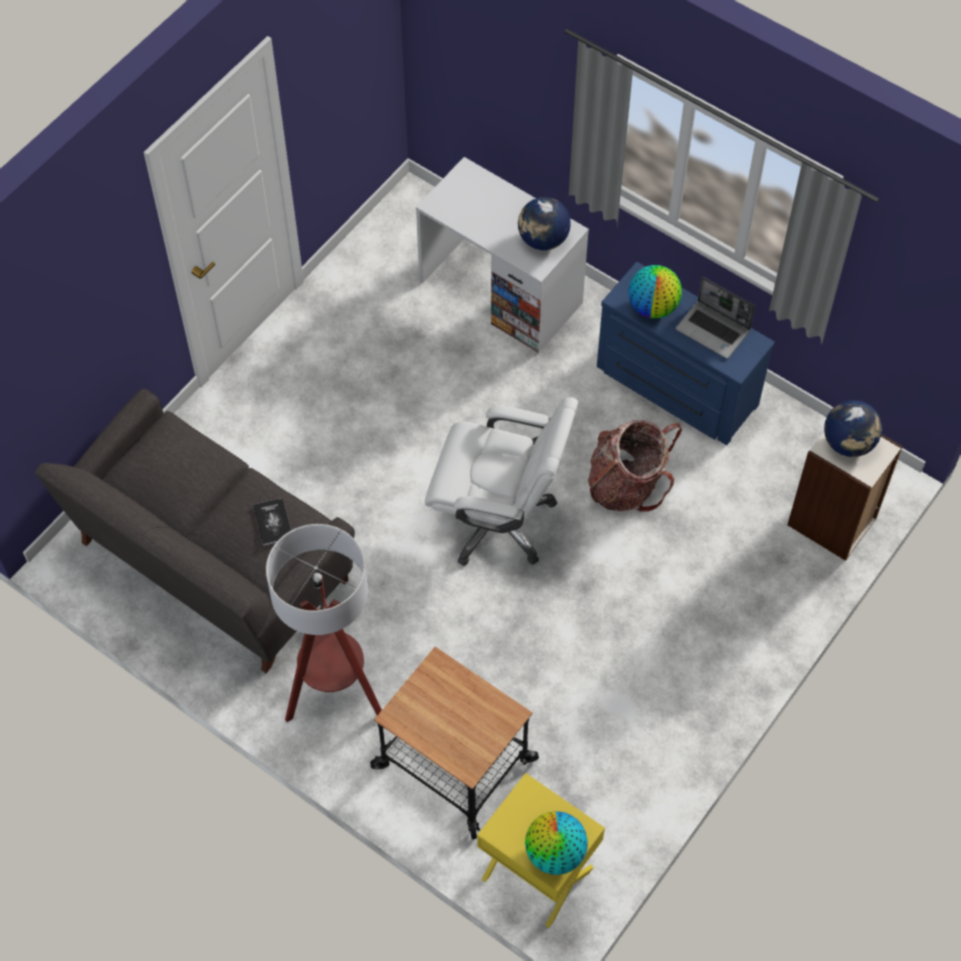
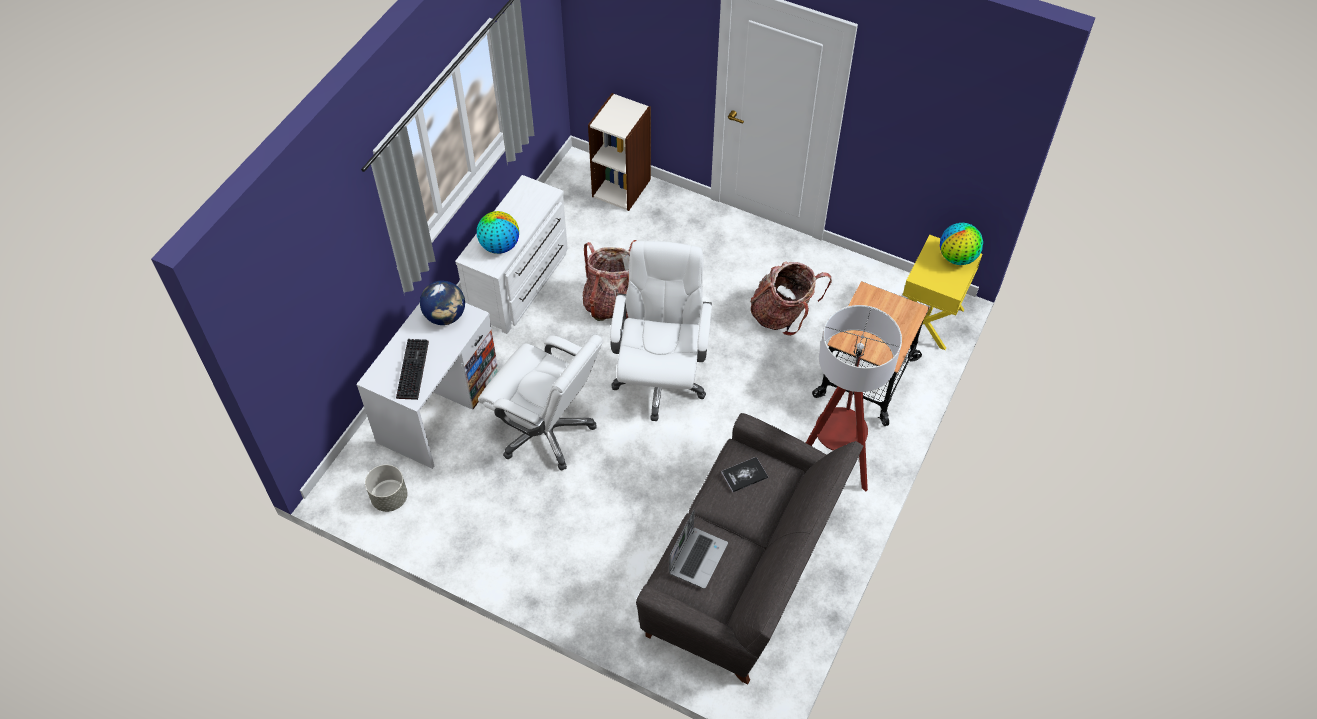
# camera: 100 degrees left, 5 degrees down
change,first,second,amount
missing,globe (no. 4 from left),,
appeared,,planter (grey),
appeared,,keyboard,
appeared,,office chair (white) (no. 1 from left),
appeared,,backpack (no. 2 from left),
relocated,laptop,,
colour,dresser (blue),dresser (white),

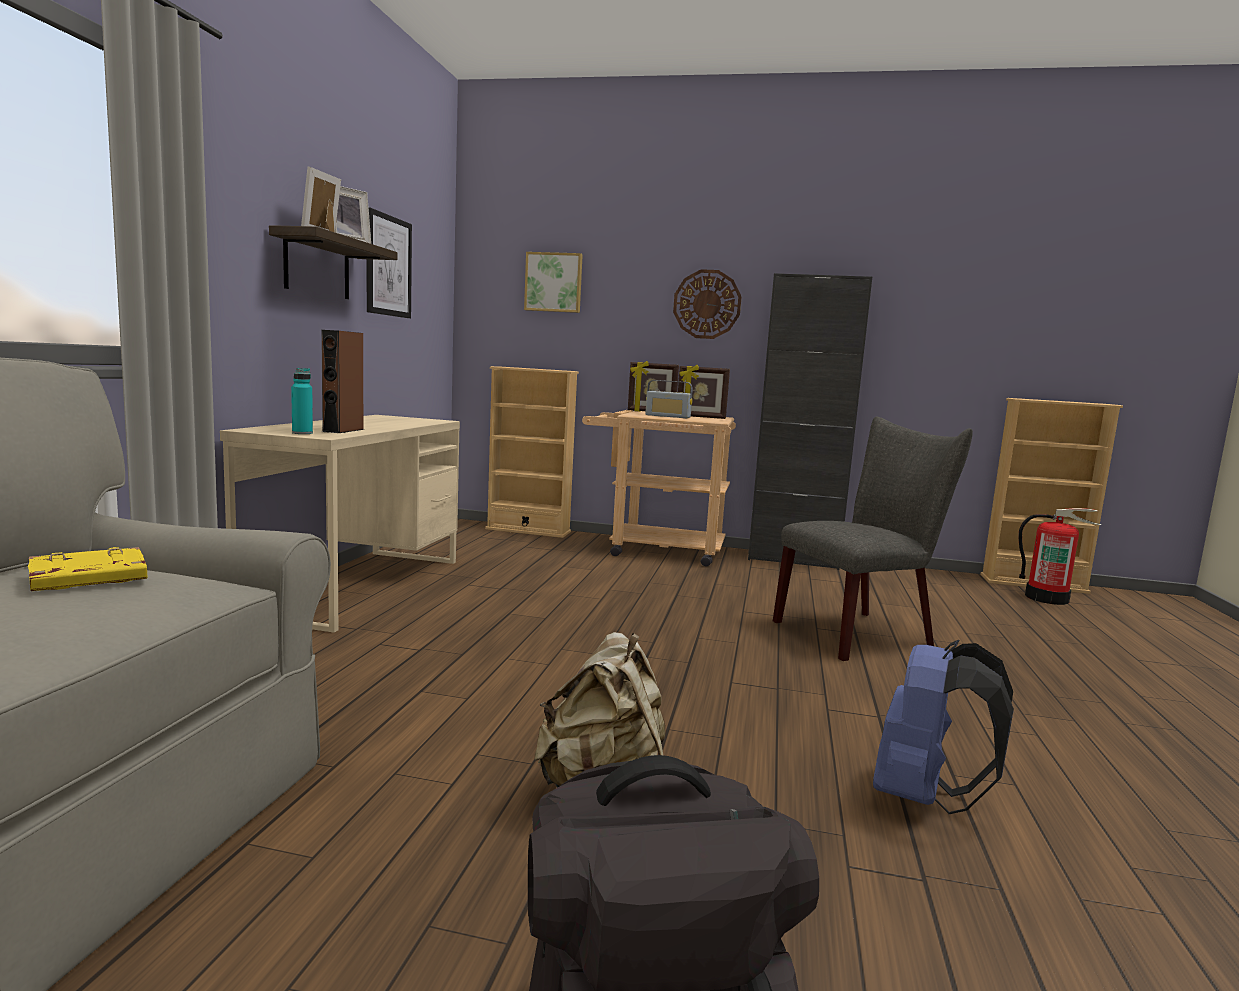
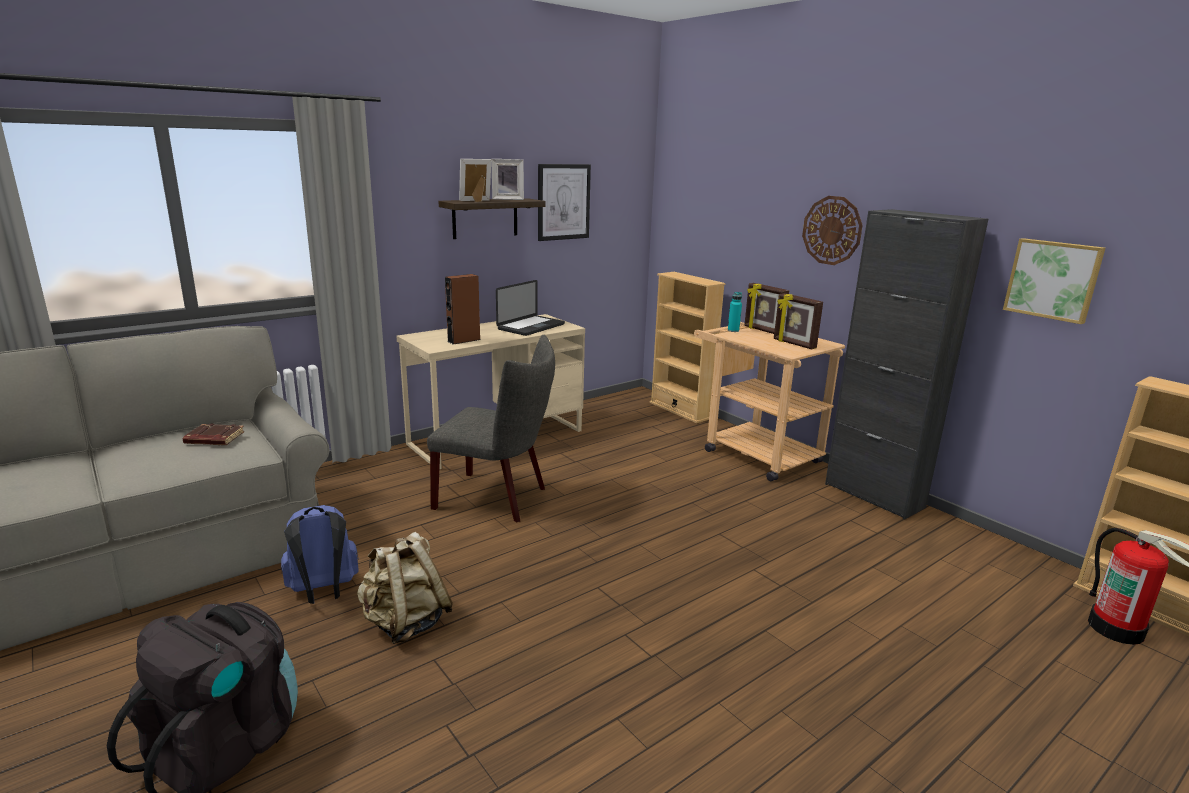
# camera: 40 degrees right, 10 degrees up
change,first,second,amount
missing,radio,,
appeared,,laptop,
relocated,bottle (turquoise),,
relocated,picture (no. 2 from left),,
relocated,chair (grey),,
relocated,backpack (blue),,
colour,book (yellow),book (brown),

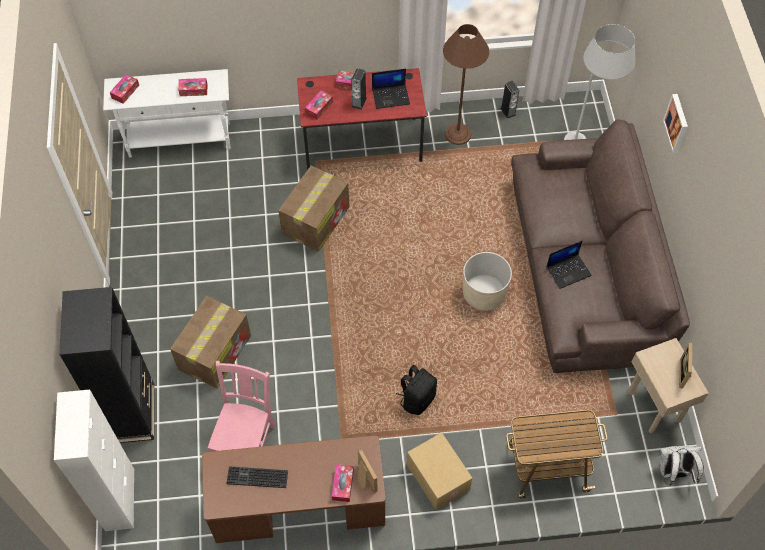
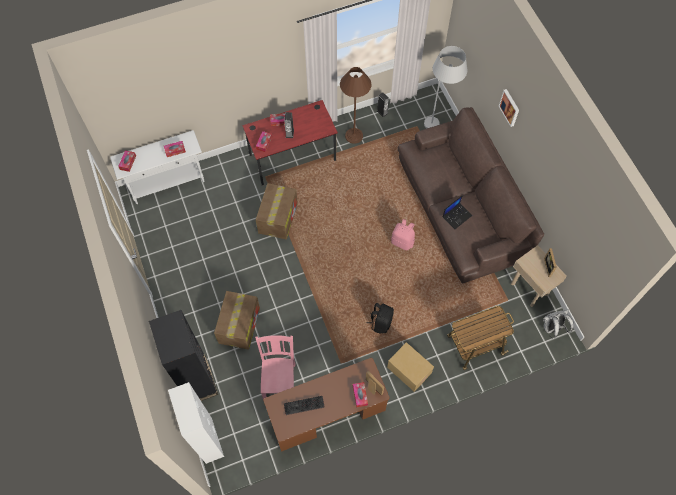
# camera: 15 degrees left, 5 degrees up
change,first,second,amount
missing,laptop (no. 1 from left),,
exchanged,planter (beige),backpack (pink),

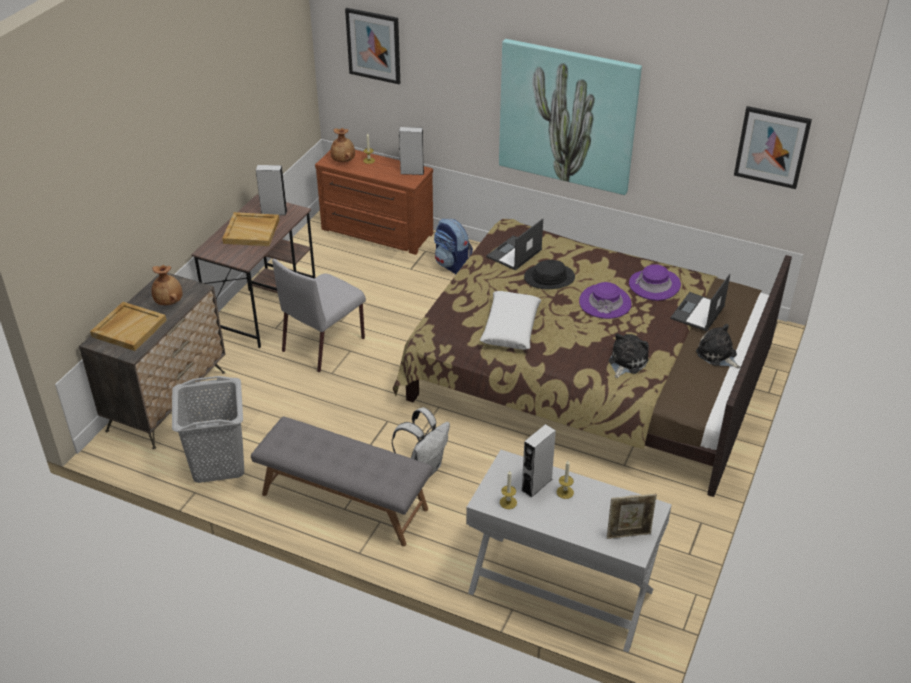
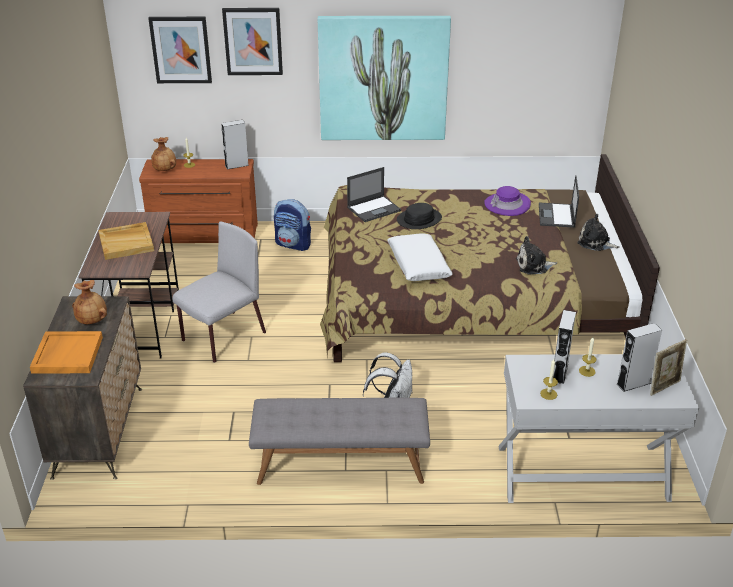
# camera: 25 degrees left, 5 degrees down
change,first,second,amount
missing,laundry basket (grey),,
missing,hat (purple) (no. 1 from left),,
relocated,speaker (grey) (no. 1 from left in the first image),speaker (grey) (no. 3 from left),
relocated,picture (no. 3 from left in the first image),picture (no. 2 from left),
colour,tray (beige) (no. 1 from left),tray (orange),
spun,chair (grey),,150 degrees counterclockwise
spun,laptop (no. 1 from left),,135 degrees counterclockwise
spun,plush toy (no. 1 from left),,105 degrees counterclockwise

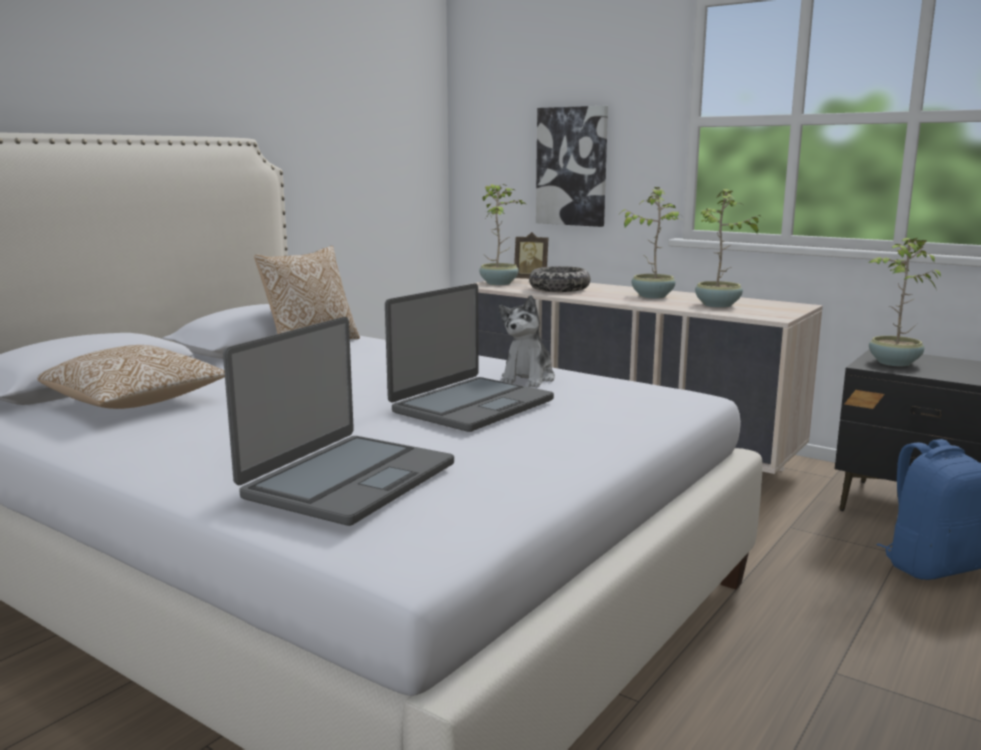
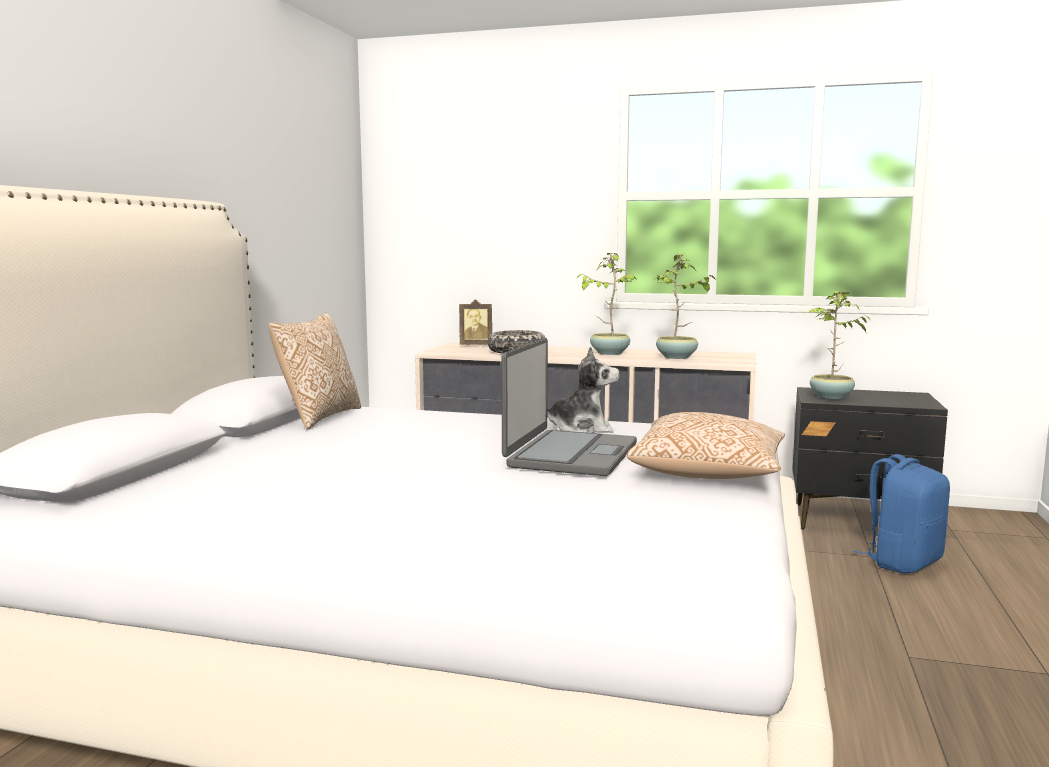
# camera: 20 degrees left, 5 degrees down
change,first,second,amount
missing,laptop (no. 1 from left),,
missing,potted plant (no. 1 from left),,
missing,picture,,
relocated,pillow (no. 1 from left in the first image),pillow (no. 2 from left),
spun,plush toy,,90 degrees counterclockwise

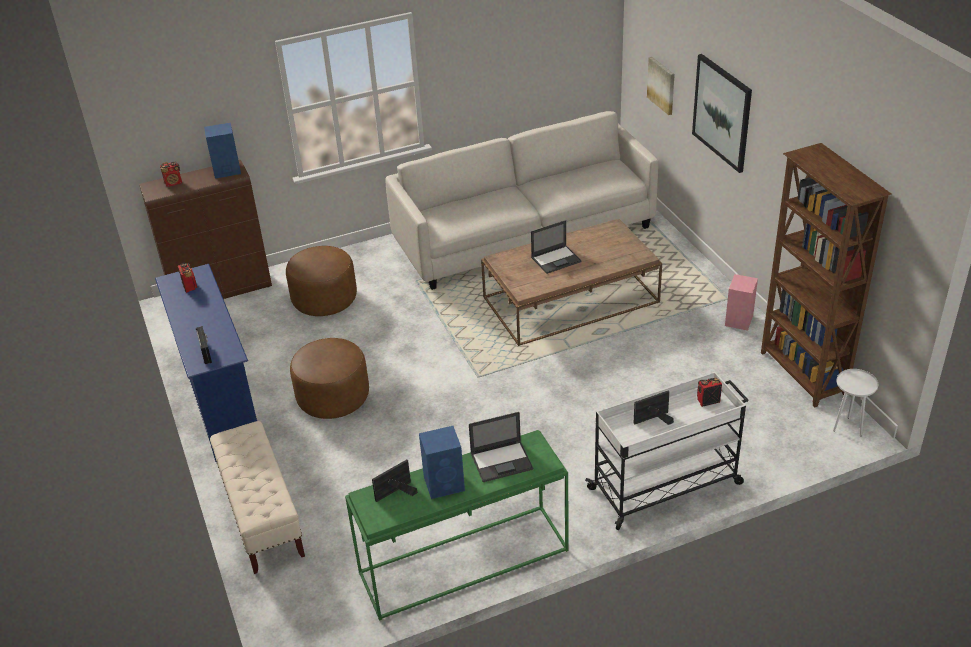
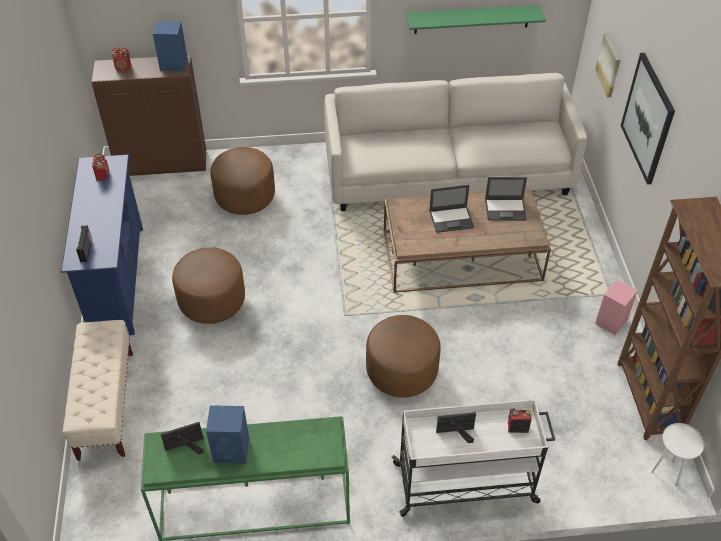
# camera: 15 degrees right, 10 degrees up
change,first,second,amount
appeared,,ottoman (brown) (no. 3 from left),
appeared,,shelf (green),
relocated,laptop (no. 1 from left in the first image),laptop (no. 2 from left),

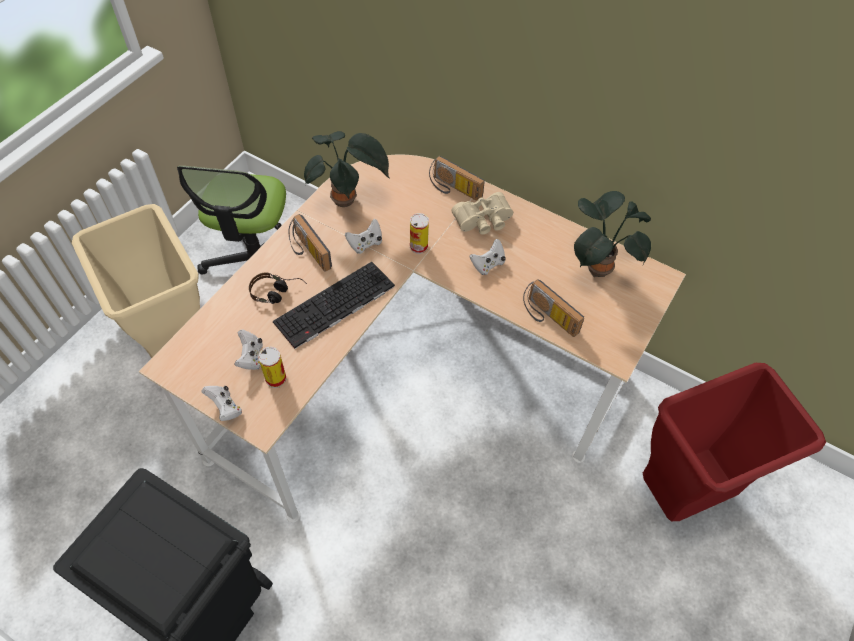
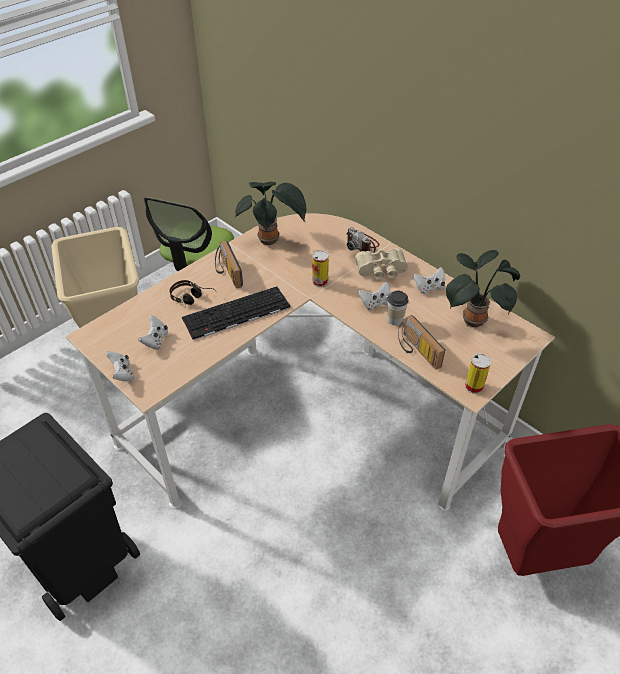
# camera: 15 degrees right, 10 degrees down
change,first,second,amount
appeared,,cup,
relocated,can (no. 1 from left in the first image),can (no. 2 from left),
relocated,game controller (white) (no. 3 from left in the first image),game controller (white) (no. 4 from left),
exchanged,radio (no. 2 from left),photo camera,

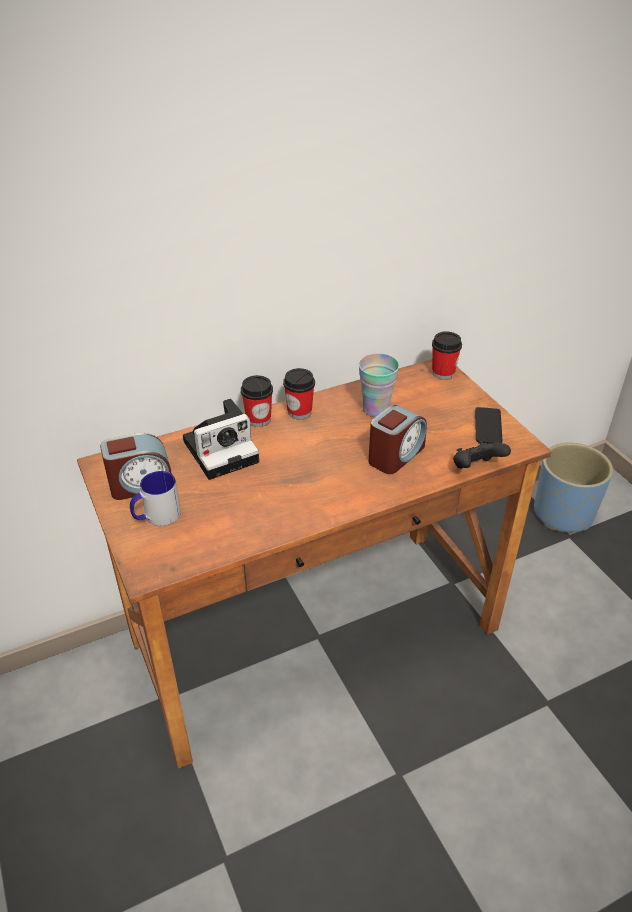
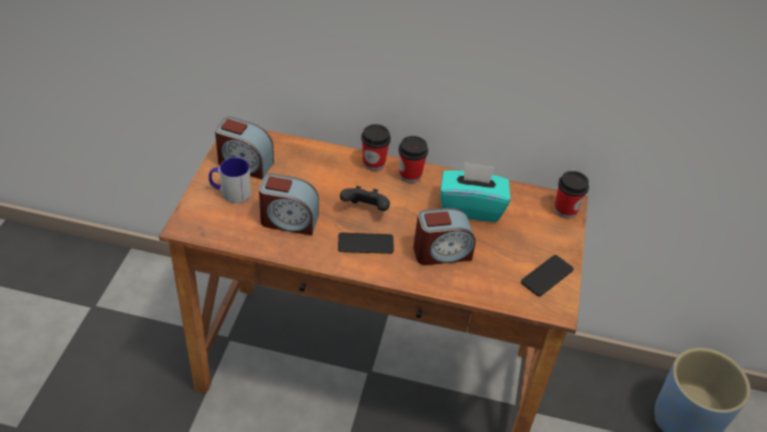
# camera: 35 degrees right, 5 degrees up
change,first,second,amount
missing,photo camera,,
appeared,,alarm clock (no. 2 from left),
appeared,,phone (no. 1 from left),
relocated,game controller (black),,
exchanged,cup (no. 3 from left),tissue box (turquoise),

